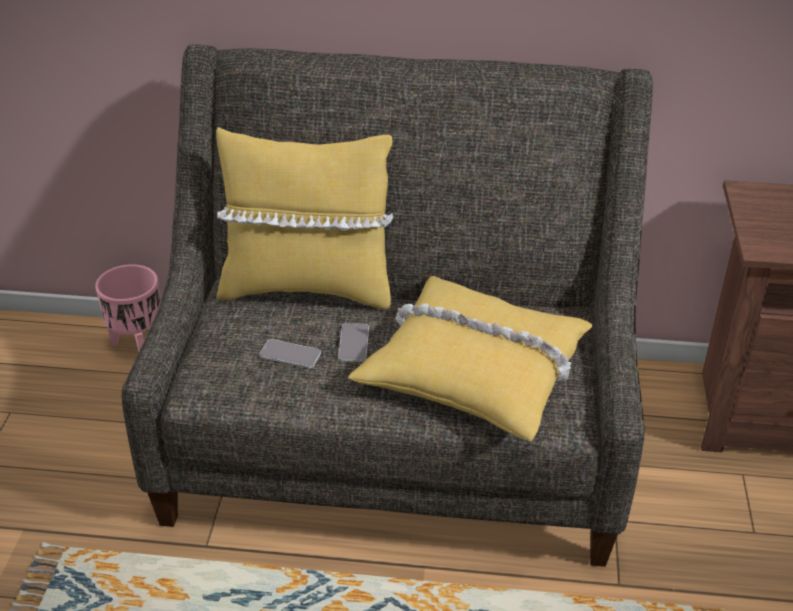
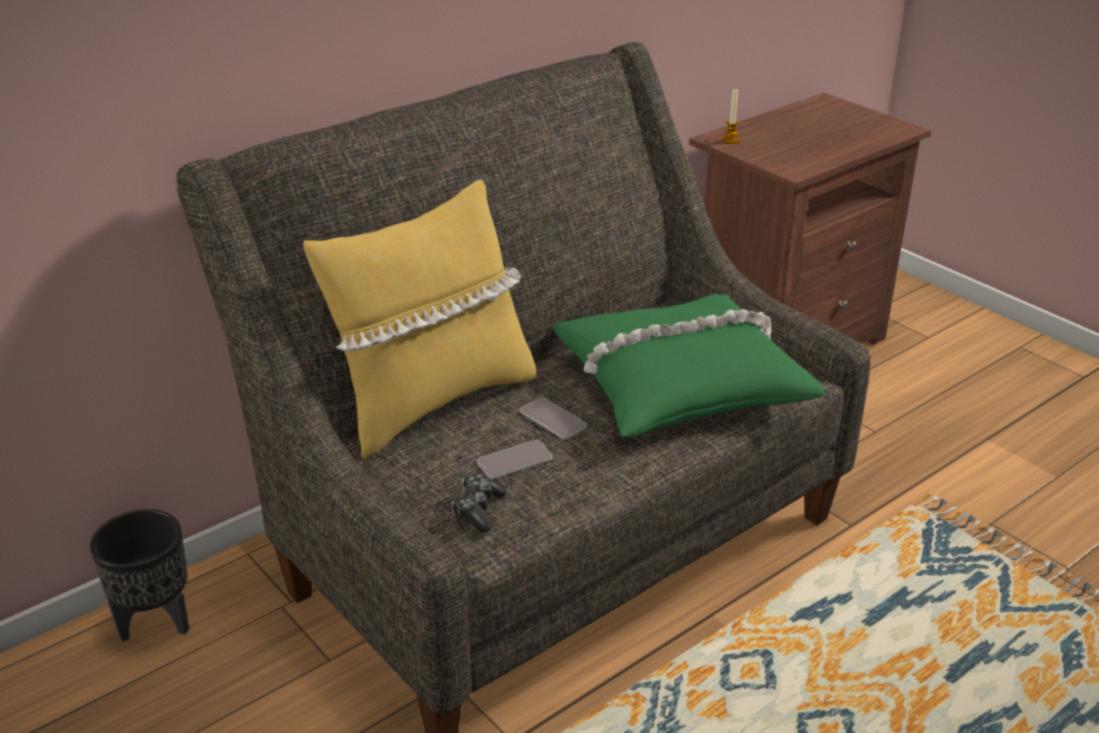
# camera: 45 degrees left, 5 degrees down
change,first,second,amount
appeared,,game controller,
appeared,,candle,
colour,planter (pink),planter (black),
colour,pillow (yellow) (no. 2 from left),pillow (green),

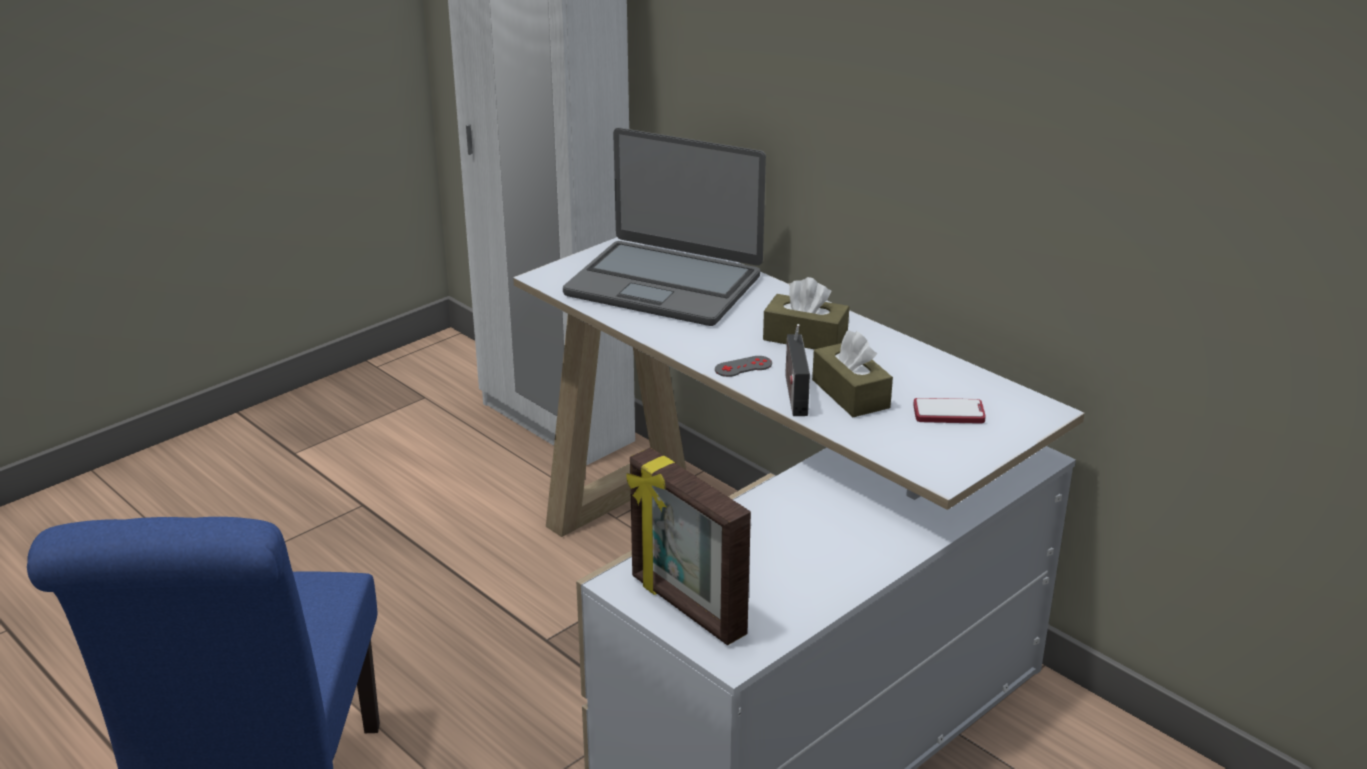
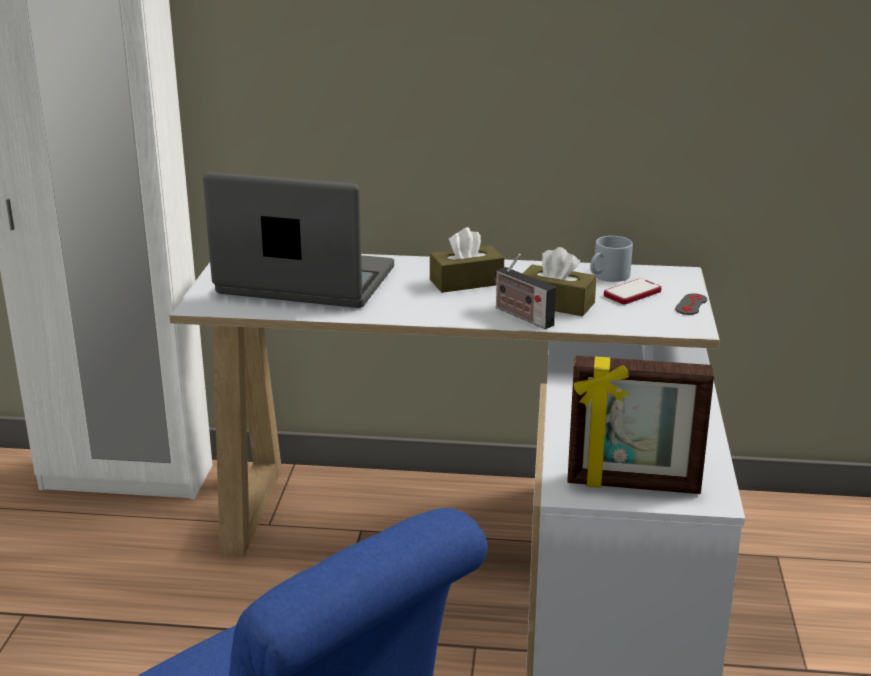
# camera: 40 degrees left, 5 degrees down
change,first,second,amount
appeared,,mug (grey),
relocated,game controller (grey),,
spun,laptop,,150 degrees counterclockwise

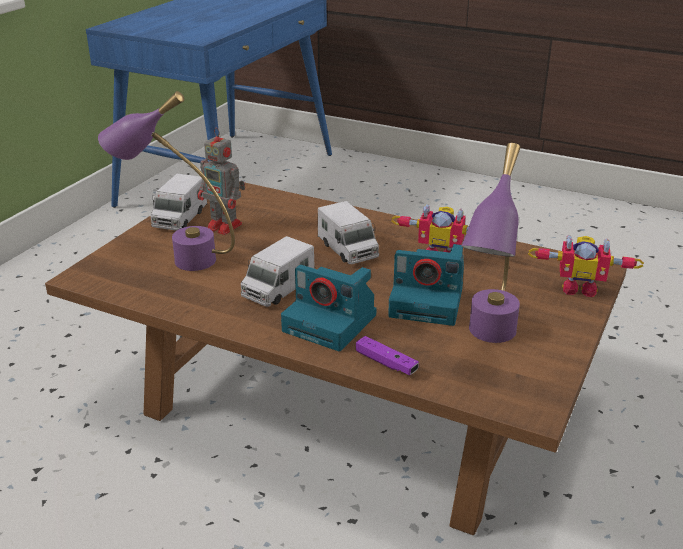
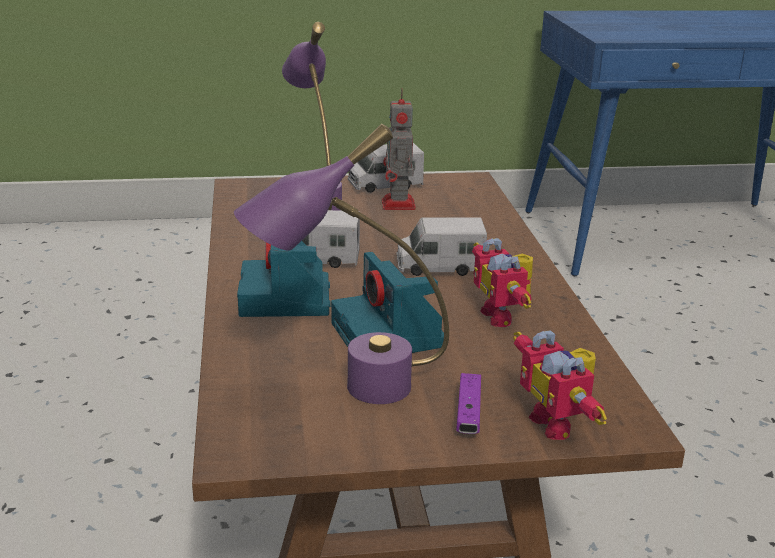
# camera: 55 degrees right, 5 degrees down
change,first,second,amount
relocated,game controller (purple),,
spun,toy truck (no. 3 from left),,60 degrees clockwise

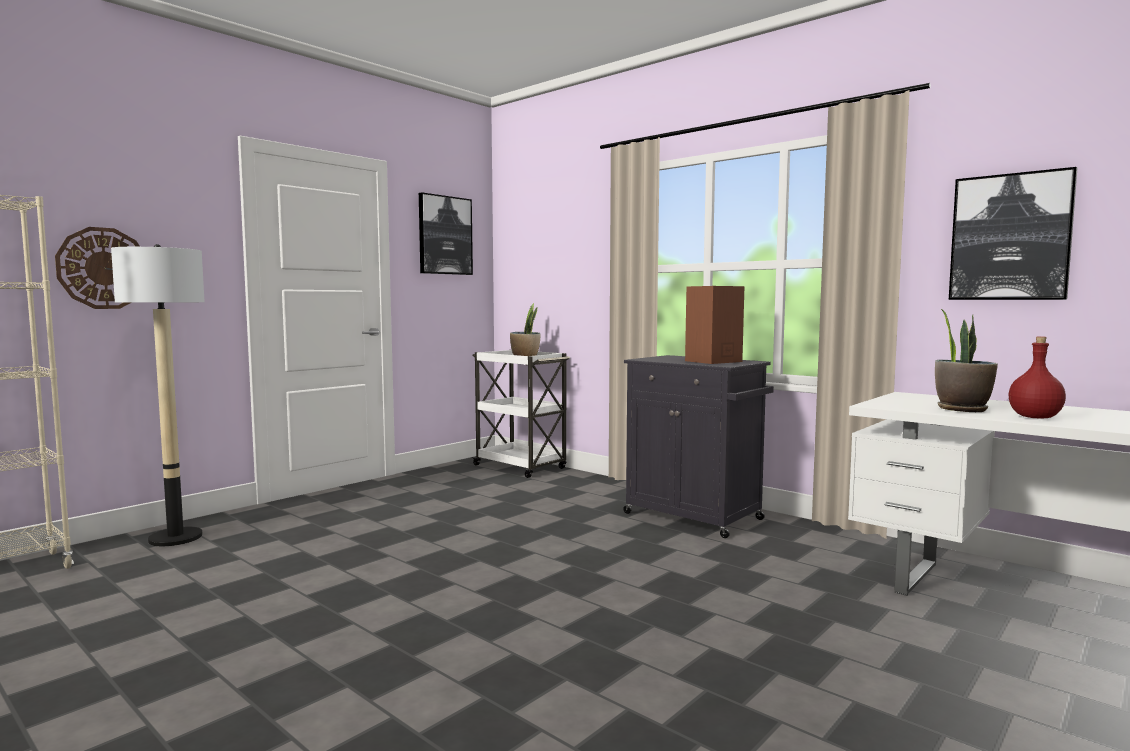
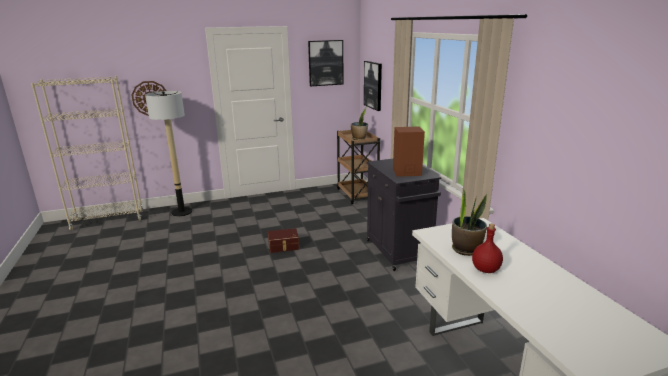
# camera: 30 degrees right, 15 degrees up
change,first,second,amount
appeared,,storage box (brown),
relocated,picture (no. 2 from left),,
colour,cart (white),cart (brown),

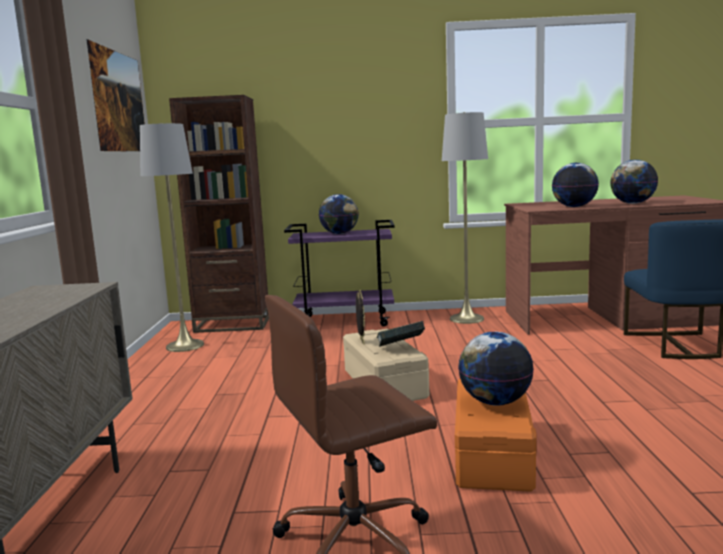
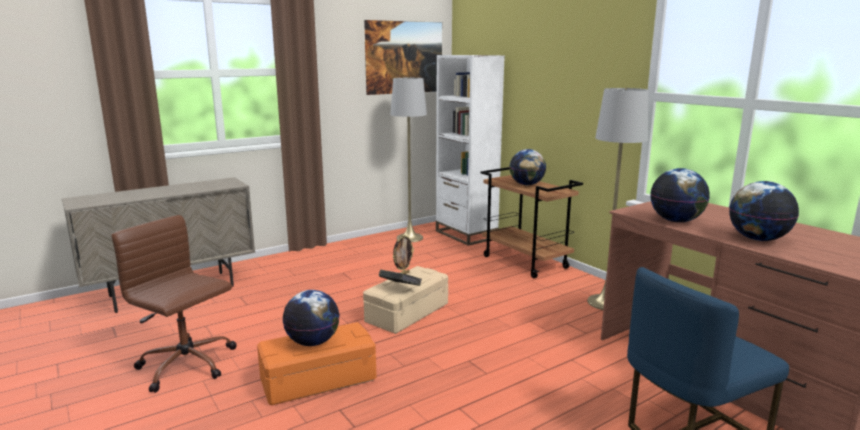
# camera: 55 degrees right, 5 degrees up
change,first,second,amount
colour,bookcase (brown),bookcase (white),
colour,cart (purple),cart (brown),

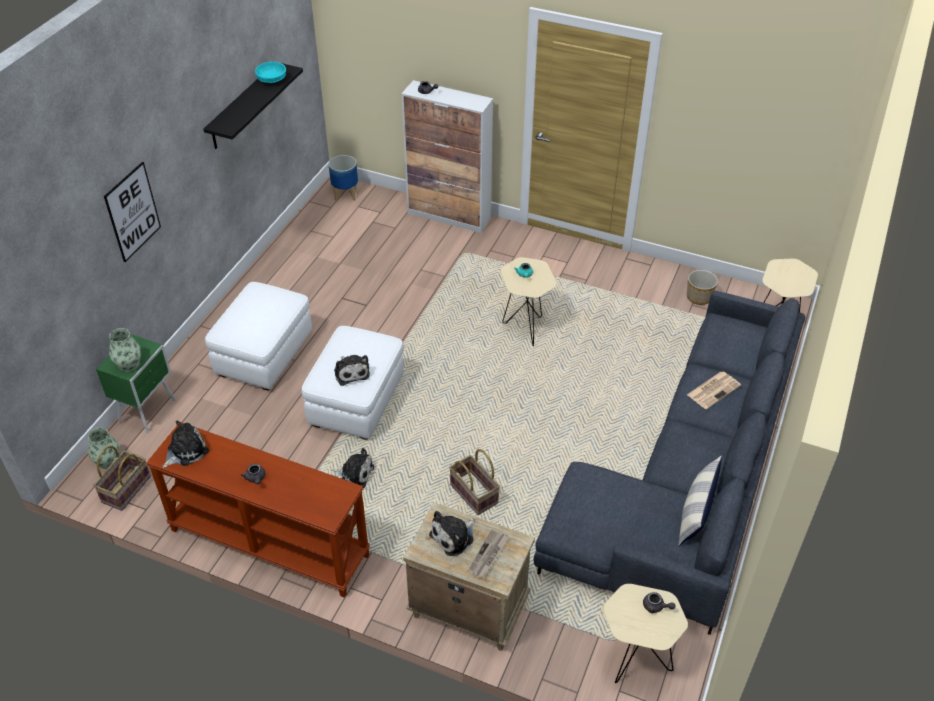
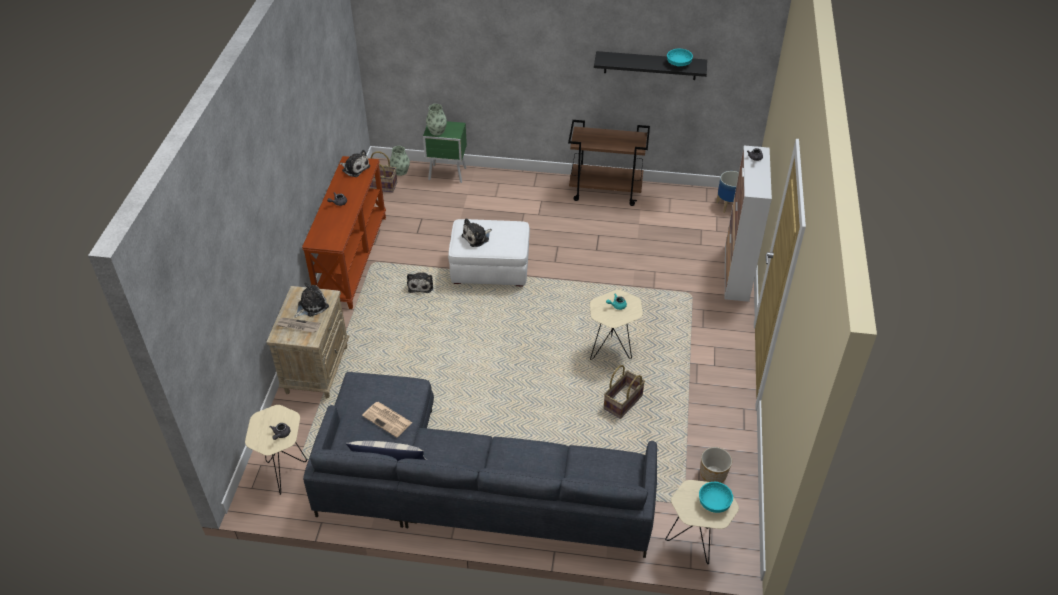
# camera: 75 degrees right, 0 degrees up
change,first,second,amount
missing,picture,,
missing,ottoman (white) (no. 1 from left),,
appeared,,cart (brown),
appeared,,bowl (turquoise) (no. 2 from left),
relocated,basket (no. 2 from left),,
relocated,newspaper (no. 2 from left),,
spun,plush toy (no. 4 from left in the first image),plush toy (no. 1 from left),105 degrees clockwise

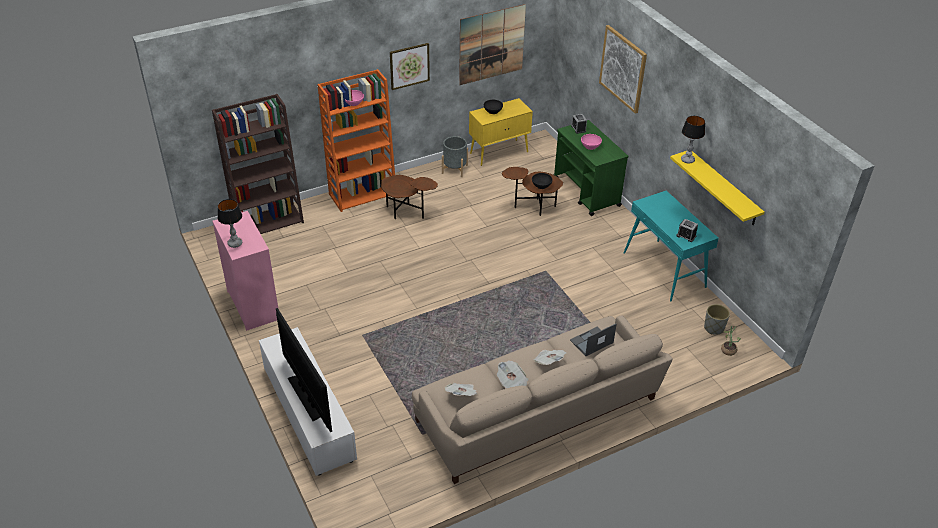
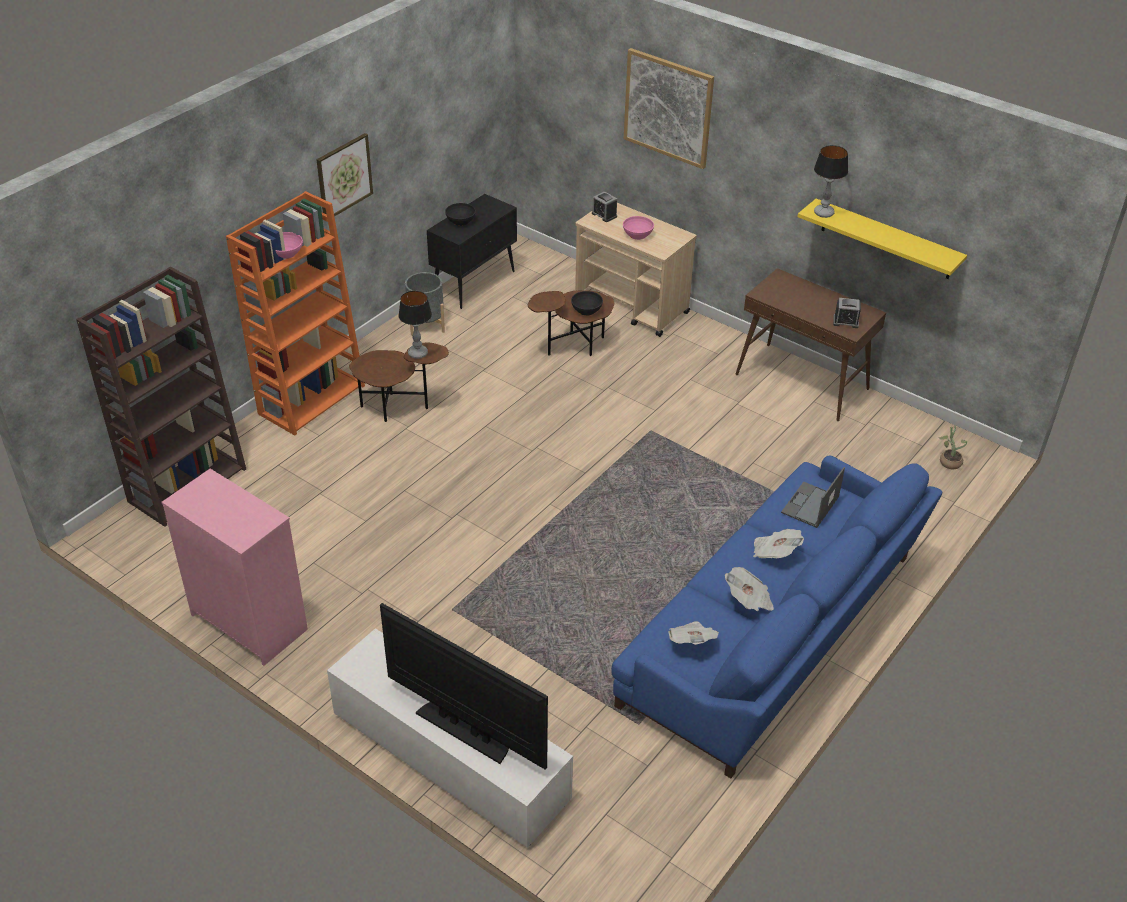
# camera: 25 degrees left, 0 degrees up
change,first,second,amount
missing,picture (no. 2 from left),,
missing,planter (grey) (no. 2 from left),,
relocated,table lamp (no. 1 from left),,
colour,sofa (beige),sofa (blue),
colour,cabinet (yellow),cabinet (black),
colour,cart (green),cart (beige),
colour,console table (turquoise),console table (brown),

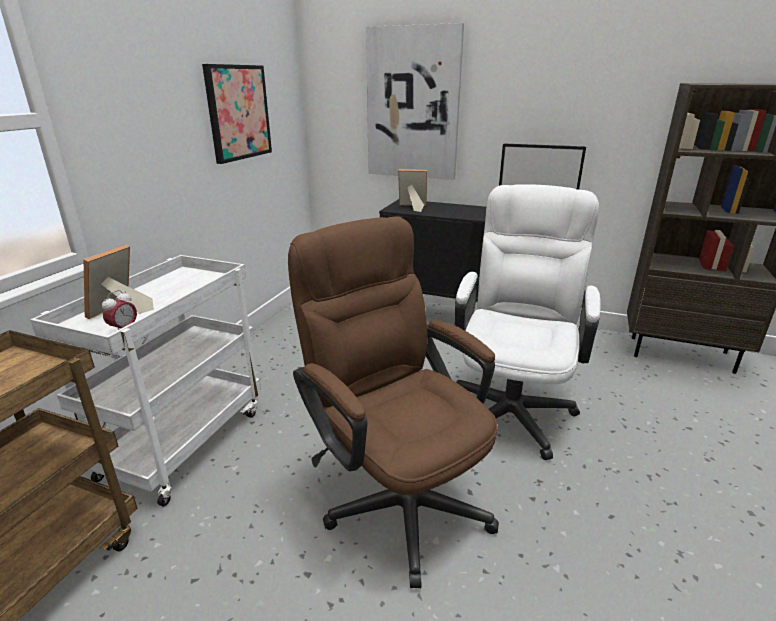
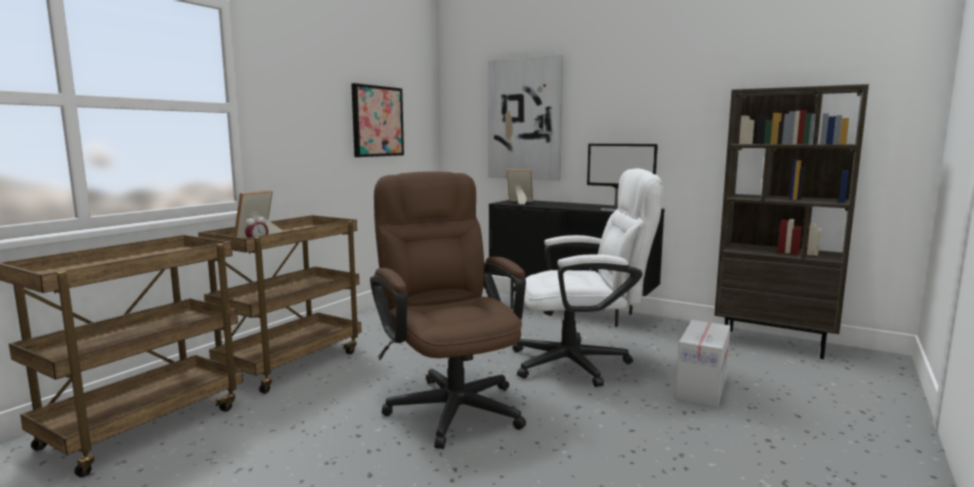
# camera: 10 degrees right, 15 degrees down
change,first,second,amount
appeared,,cardboard box,
colour,cart (white),cart (brown) (no. 2 from left),
spun,office chair (white),,60 degrees clockwise

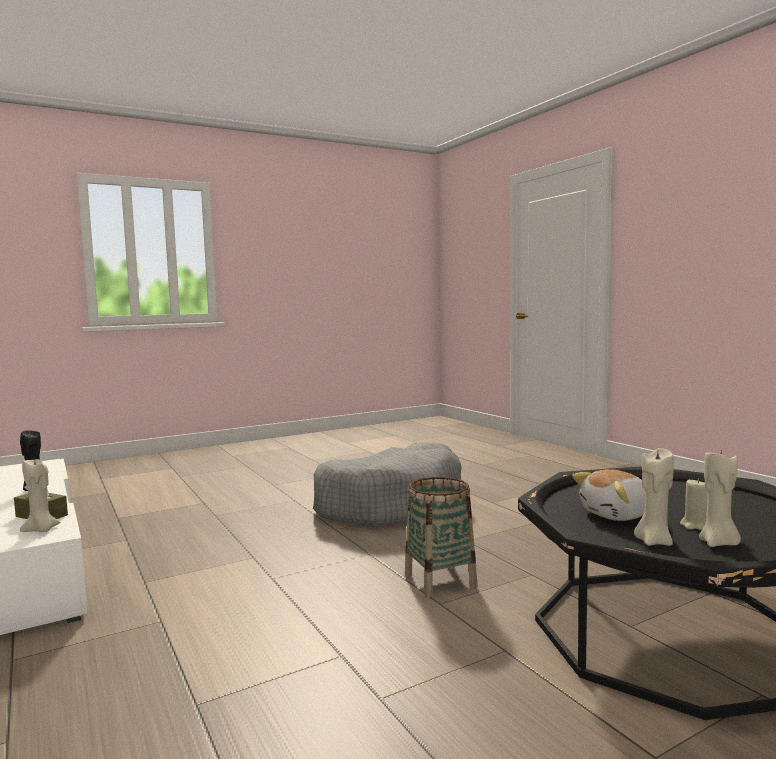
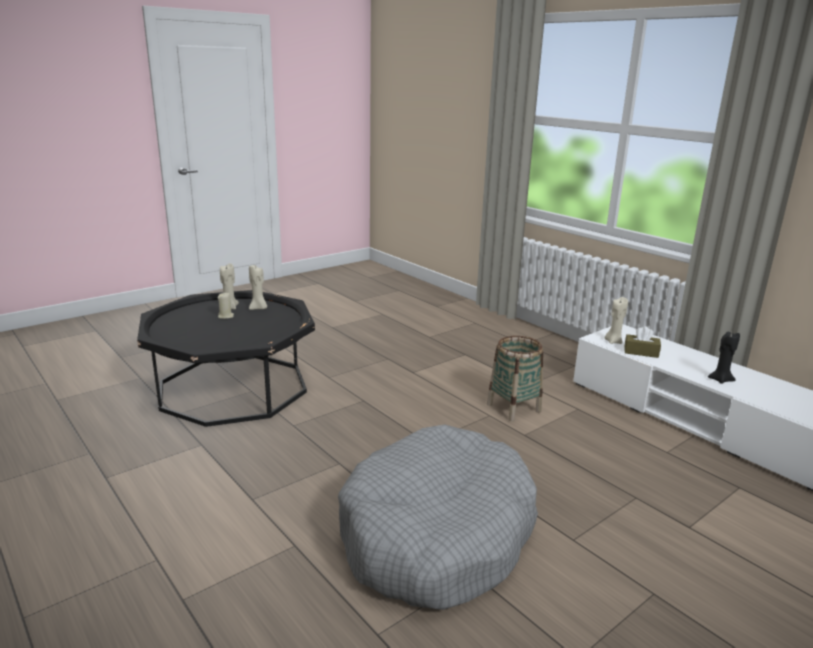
# camera: 170 degrees right, 15 degrees up
change,first,second,amount
missing,plush toy,,
relocated,basket,,

